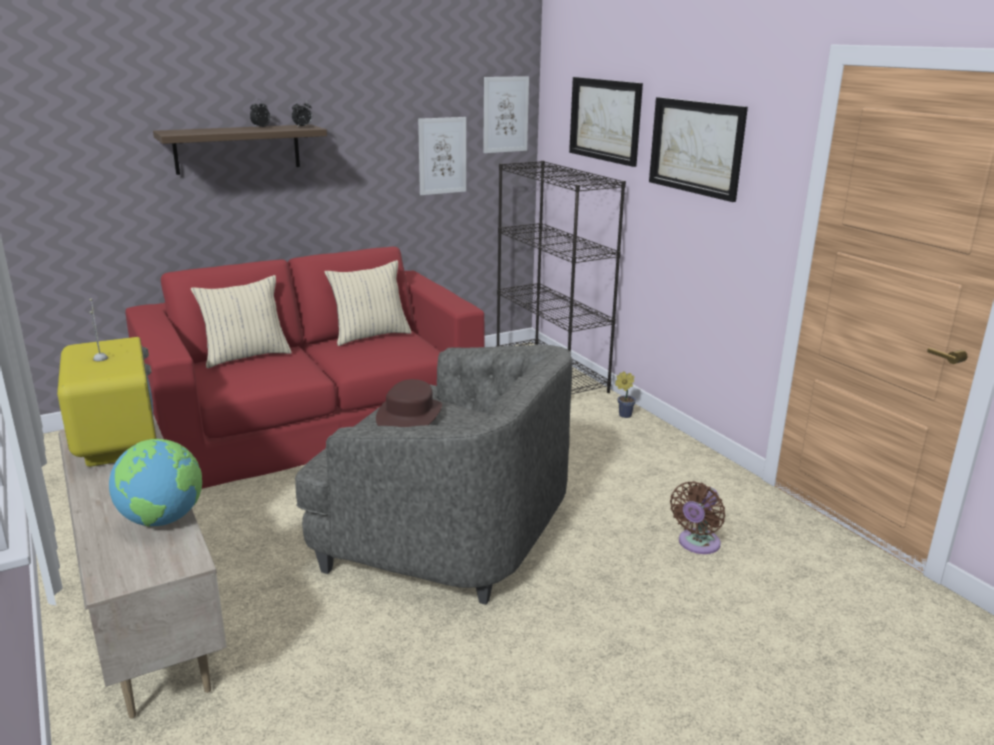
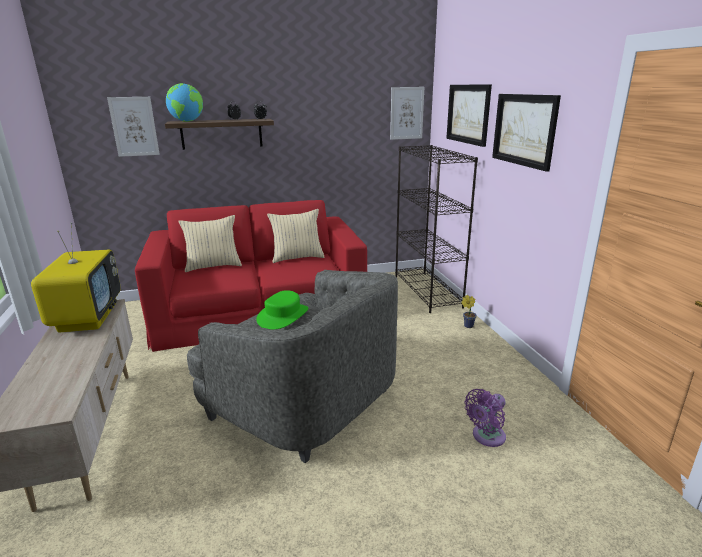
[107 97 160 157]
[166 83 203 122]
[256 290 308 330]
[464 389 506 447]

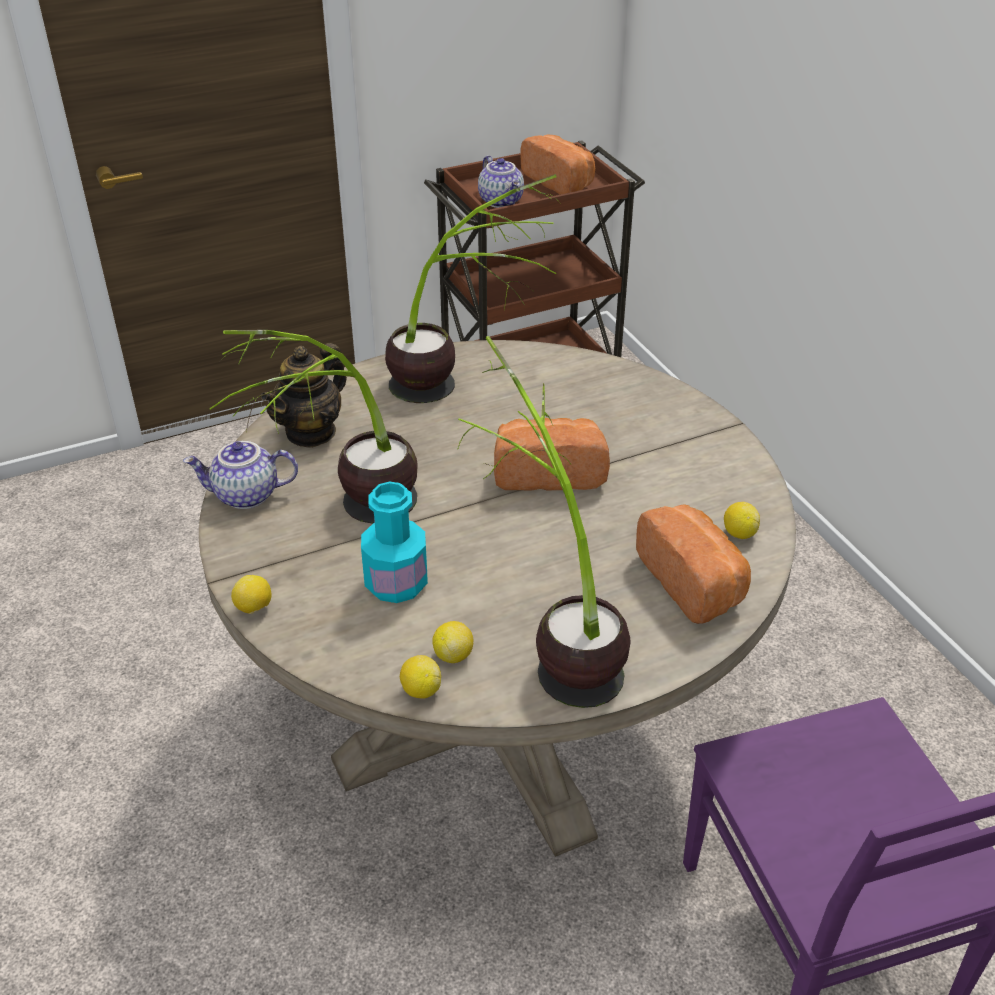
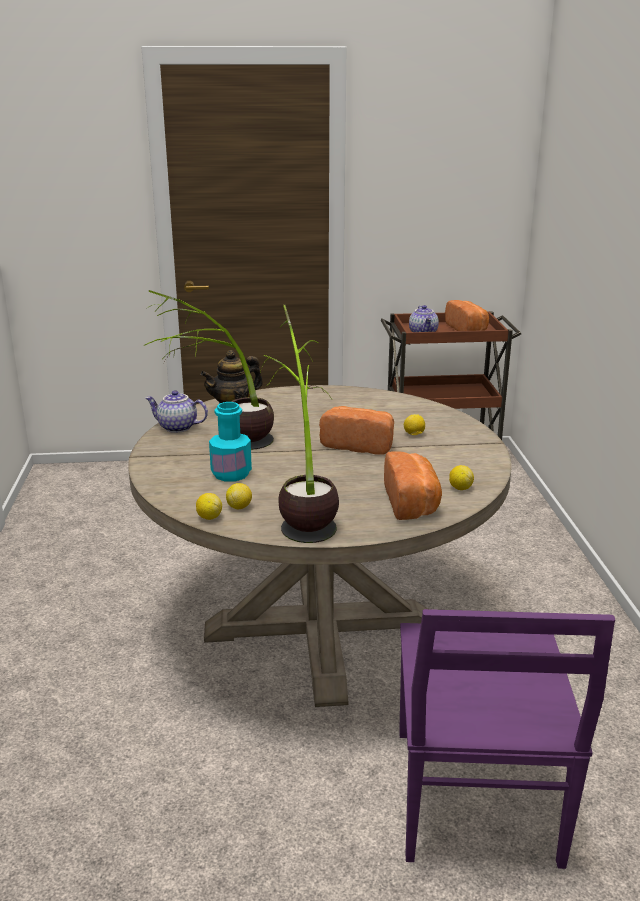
[404 414 425 435]
[385 174 561 403] (first image)

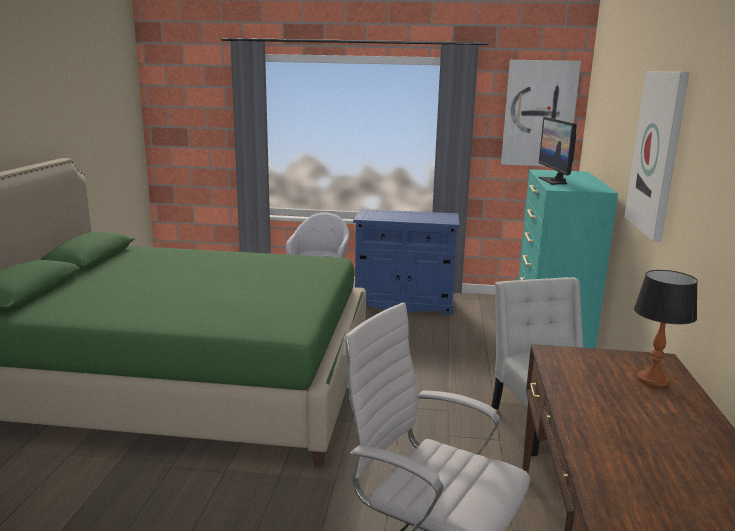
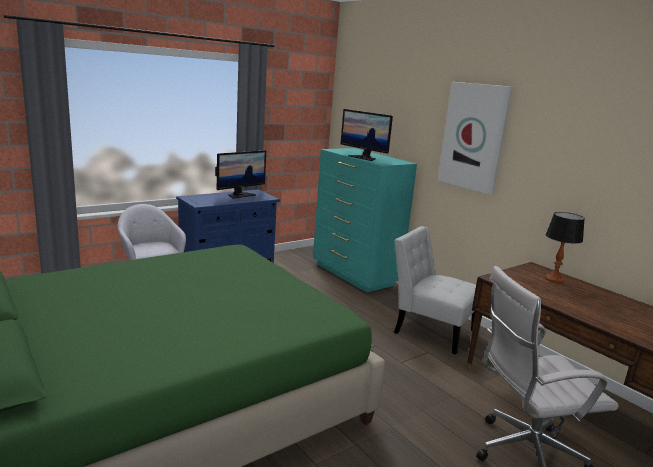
[215 150 266 199]
[501 60 581 166] (first image)

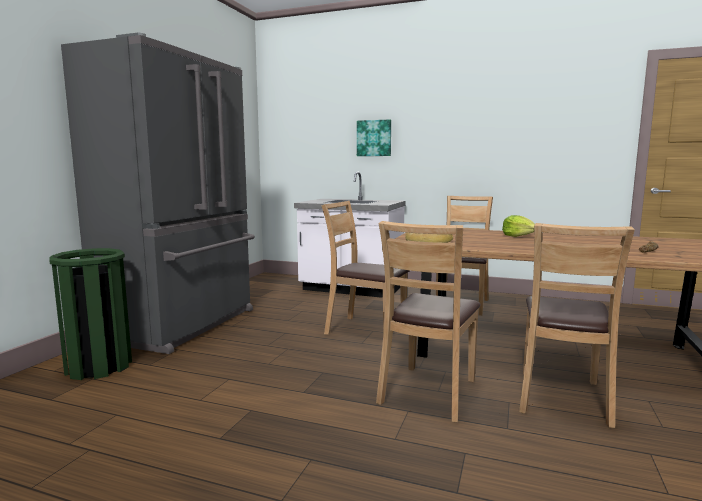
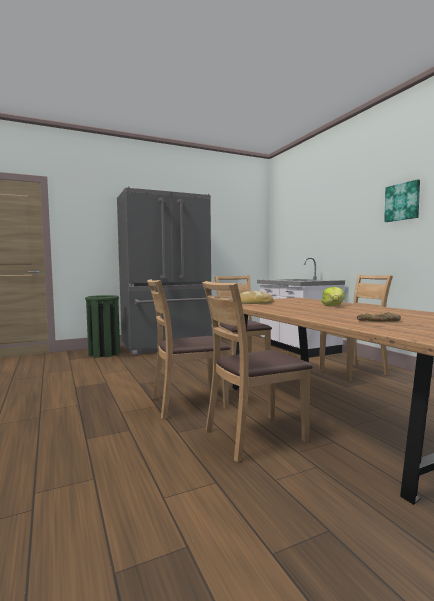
[384 179 420 222]

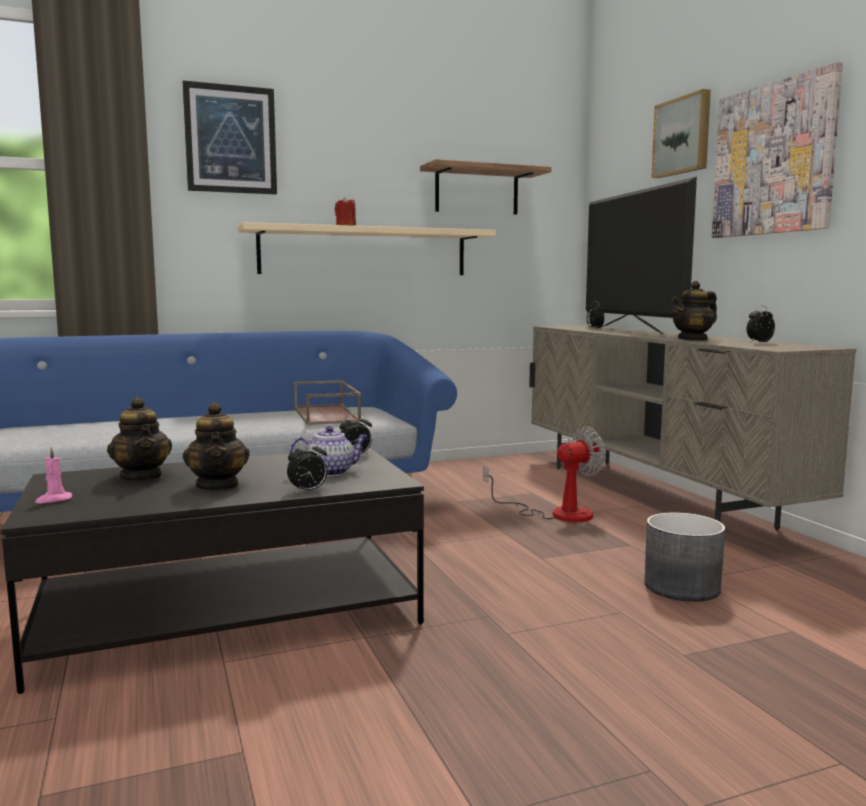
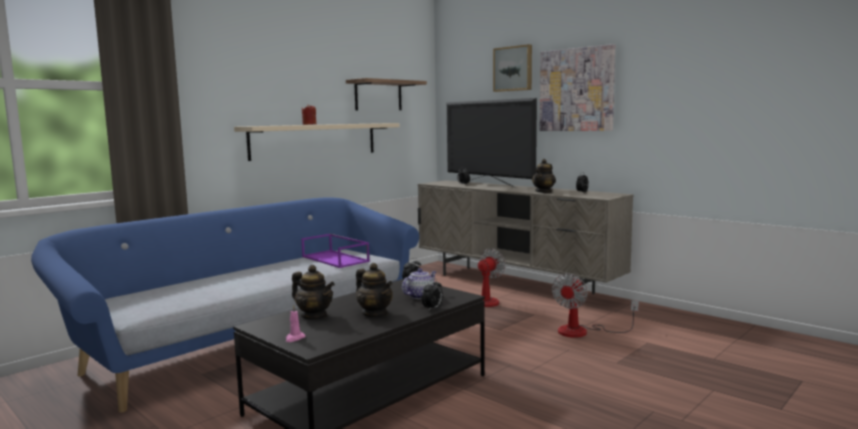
[301 234 370 268]
[552 273 639 338]
[182 80 277 195] (first image)

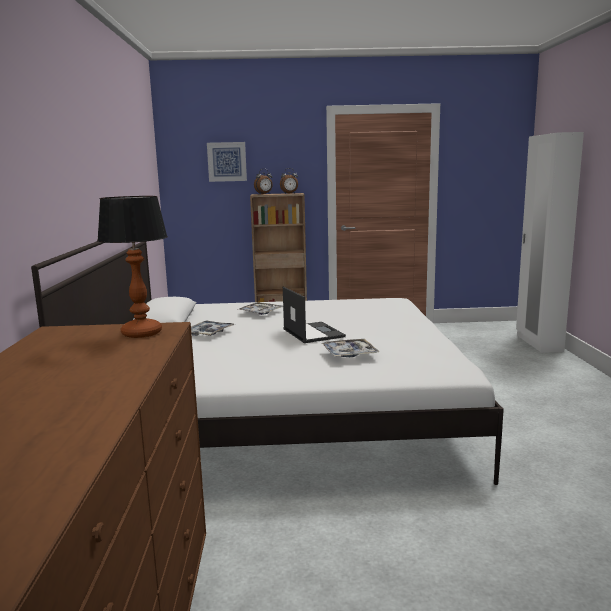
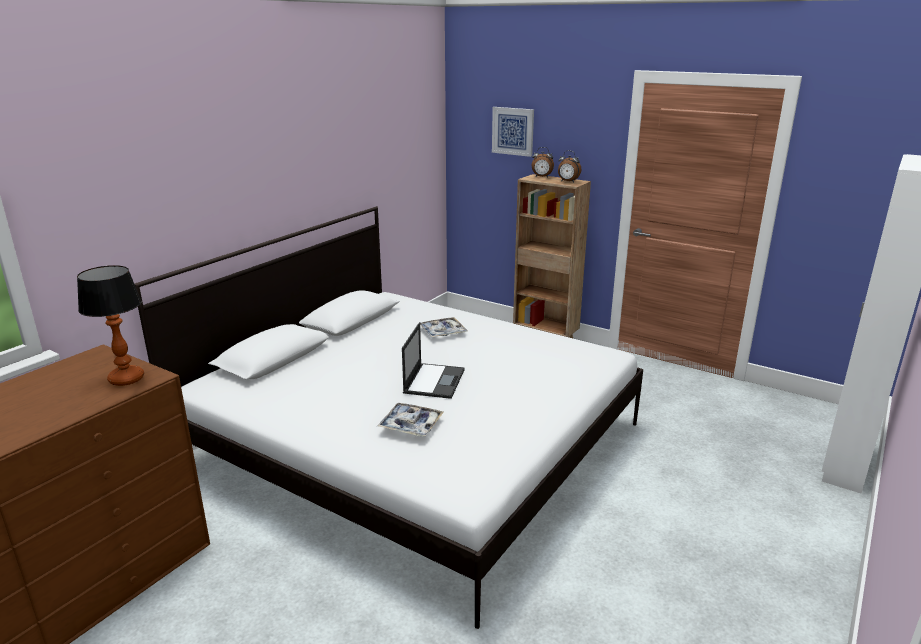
[191 320 235 336] (first image)

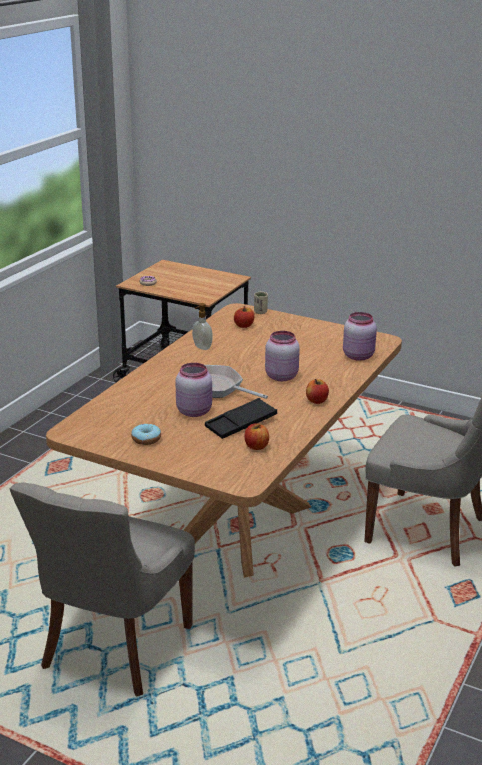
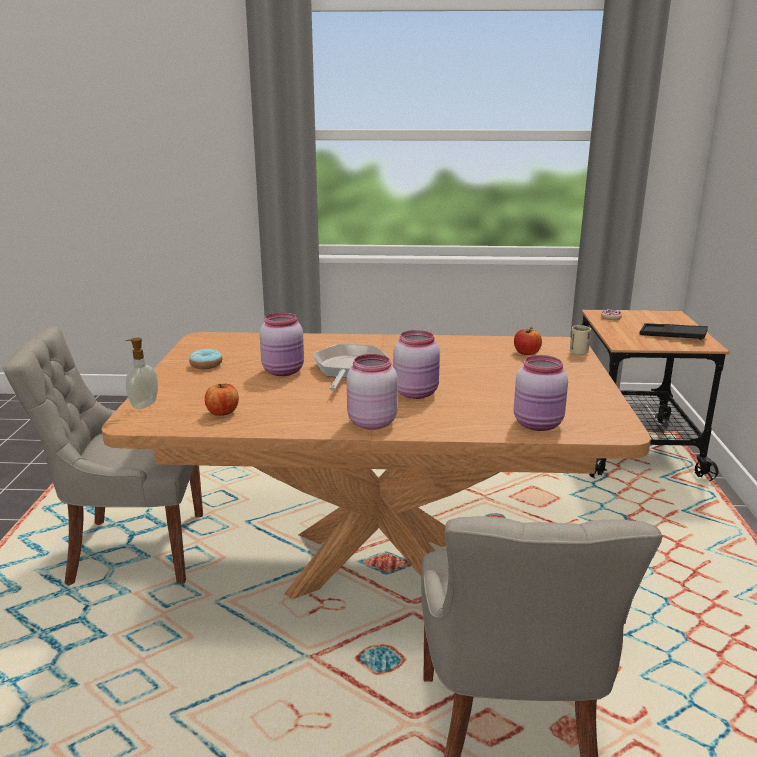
[126 338 158 409]
[347 354 398 430]
[640 323 708 340]

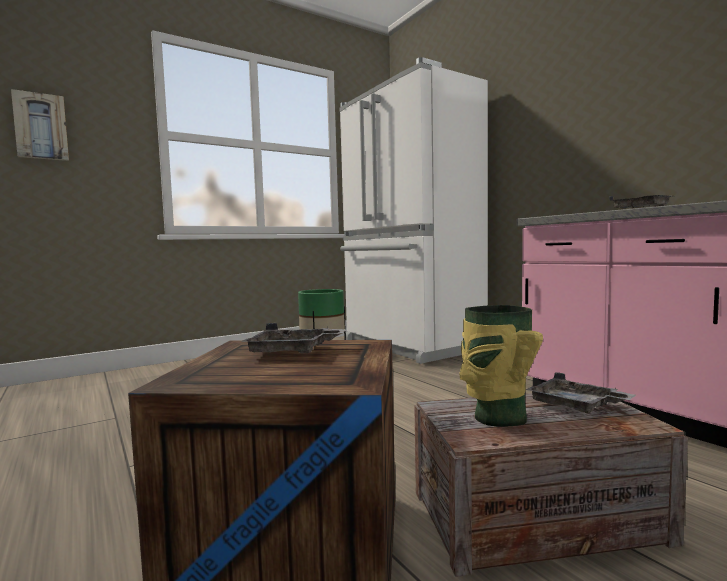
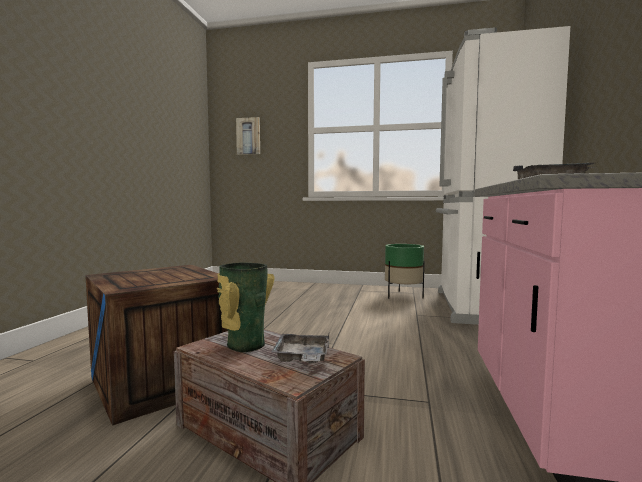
[241 323 346 354] (first image)

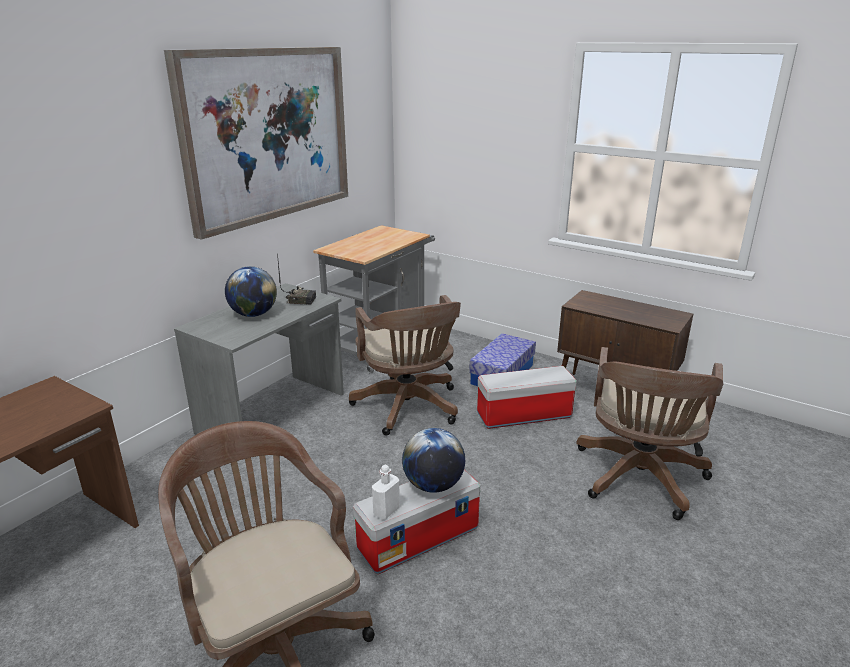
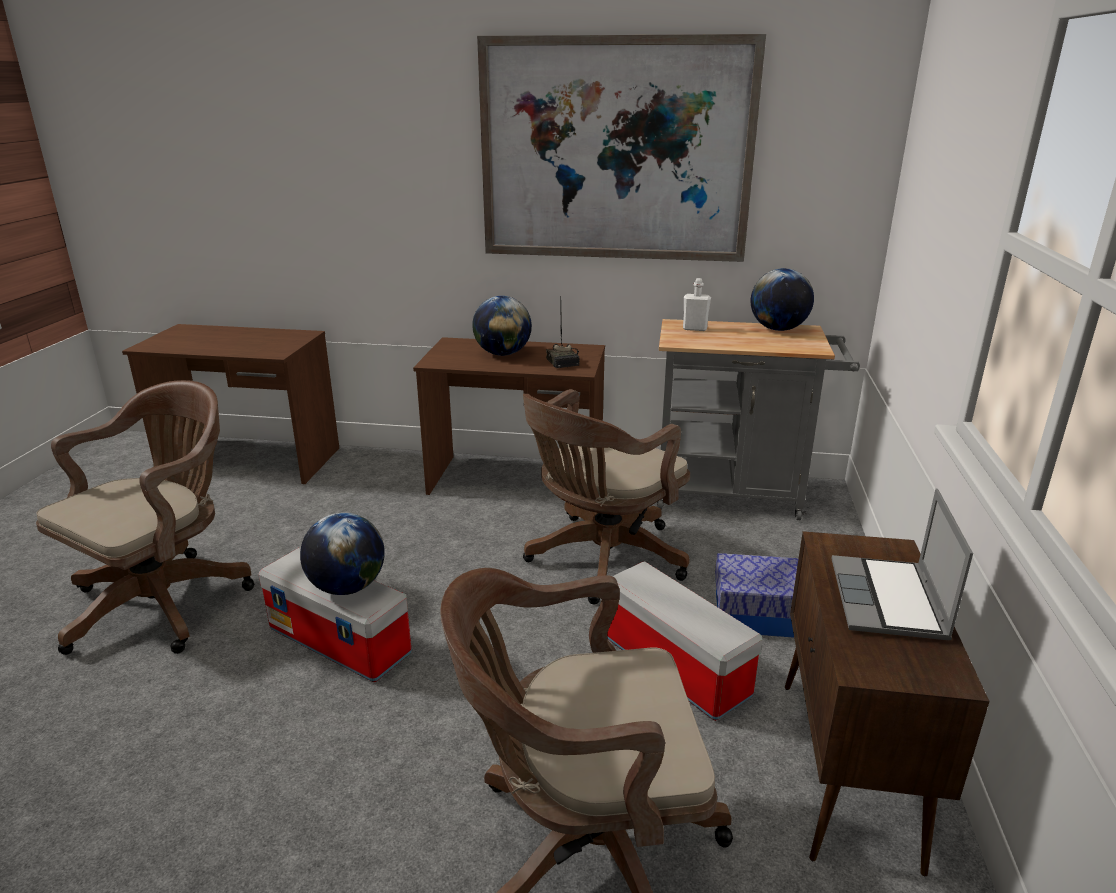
[413 337 605 495]
[683 278 711 331]
[751 268 814 331]
[831 488 973 640]

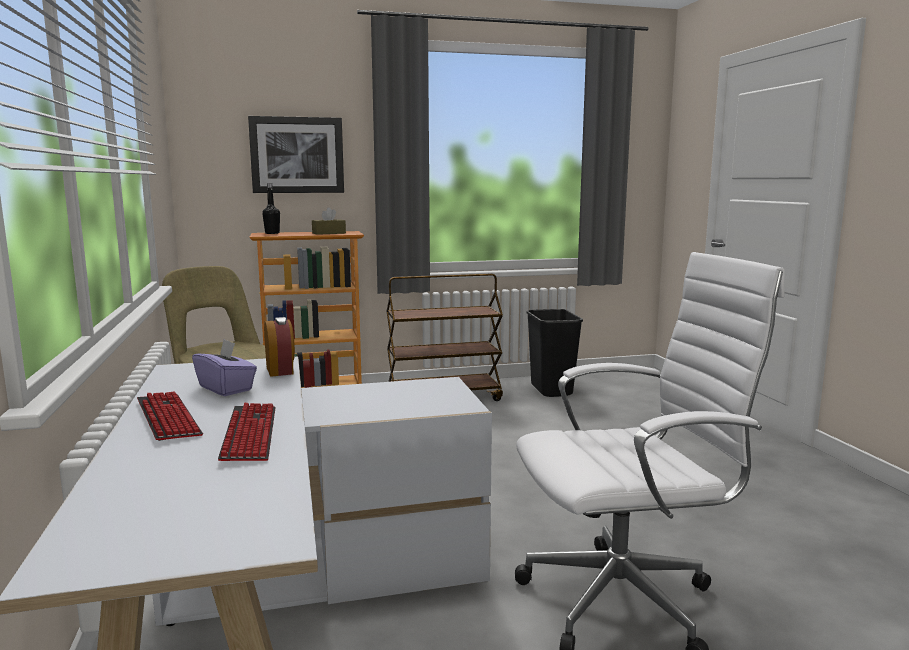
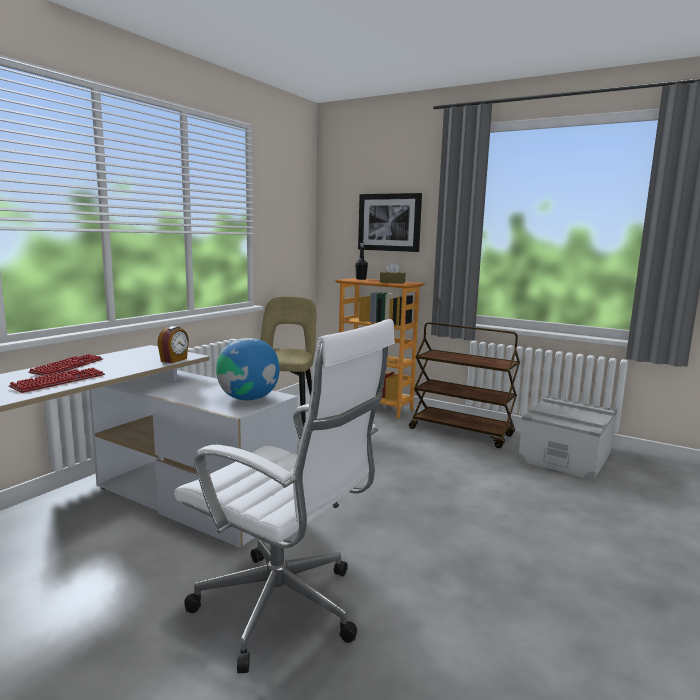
[216 338 280 401]
[518 396 617 481]
[192 339 257 396] (first image)

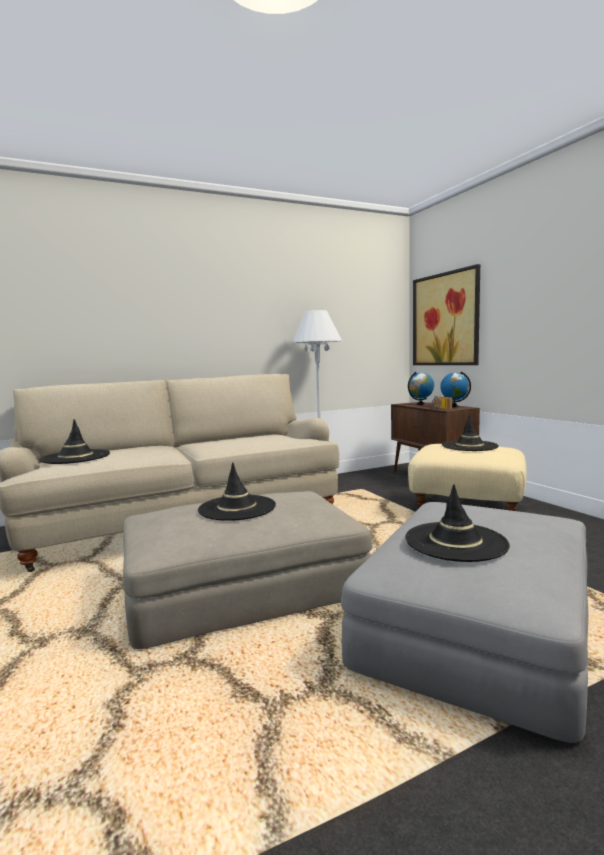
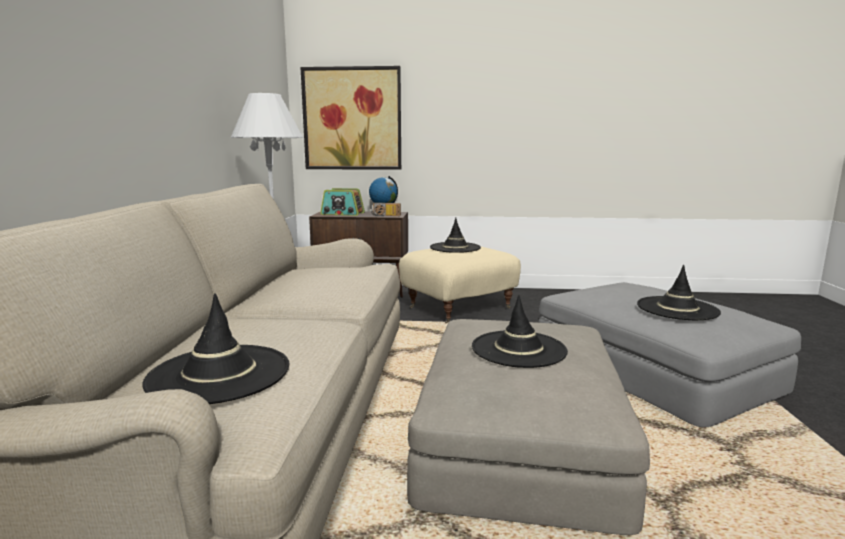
[320 188 365 216]

